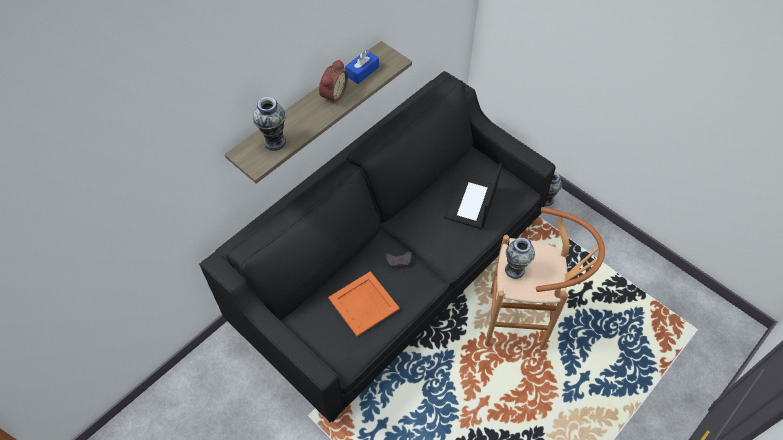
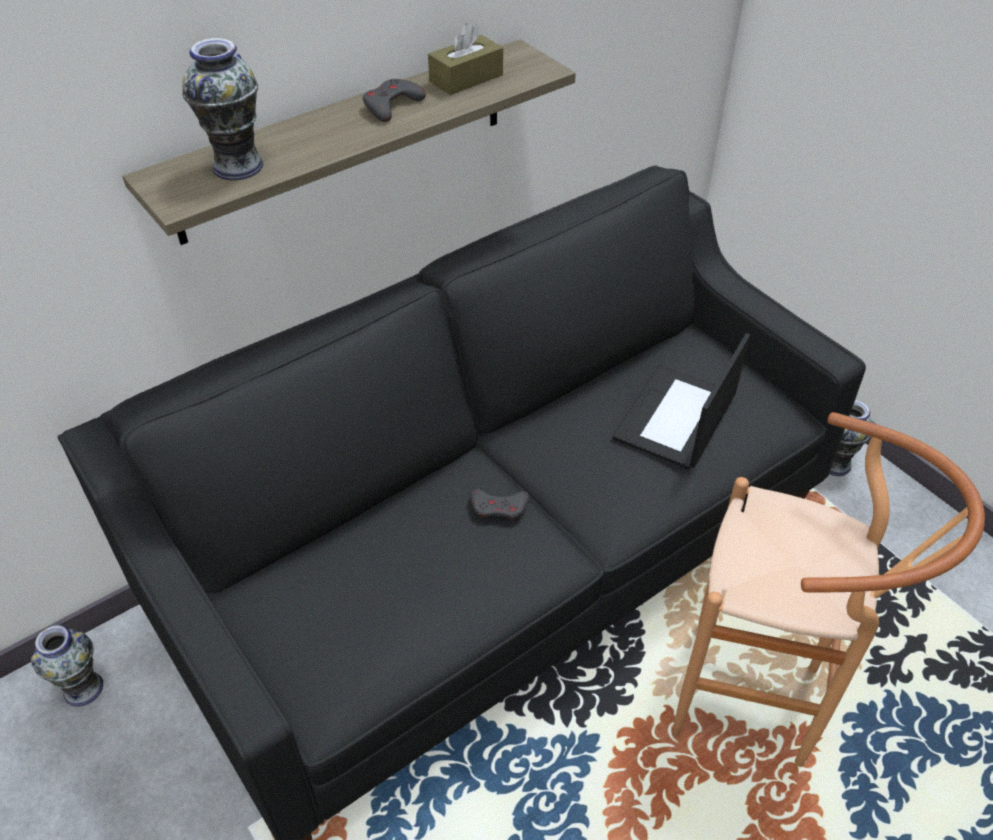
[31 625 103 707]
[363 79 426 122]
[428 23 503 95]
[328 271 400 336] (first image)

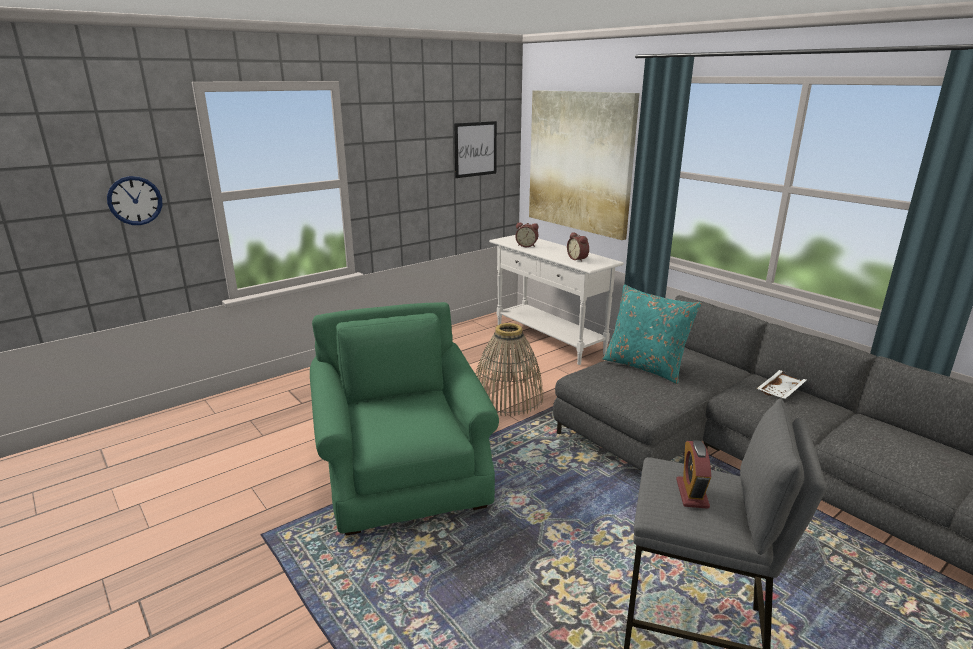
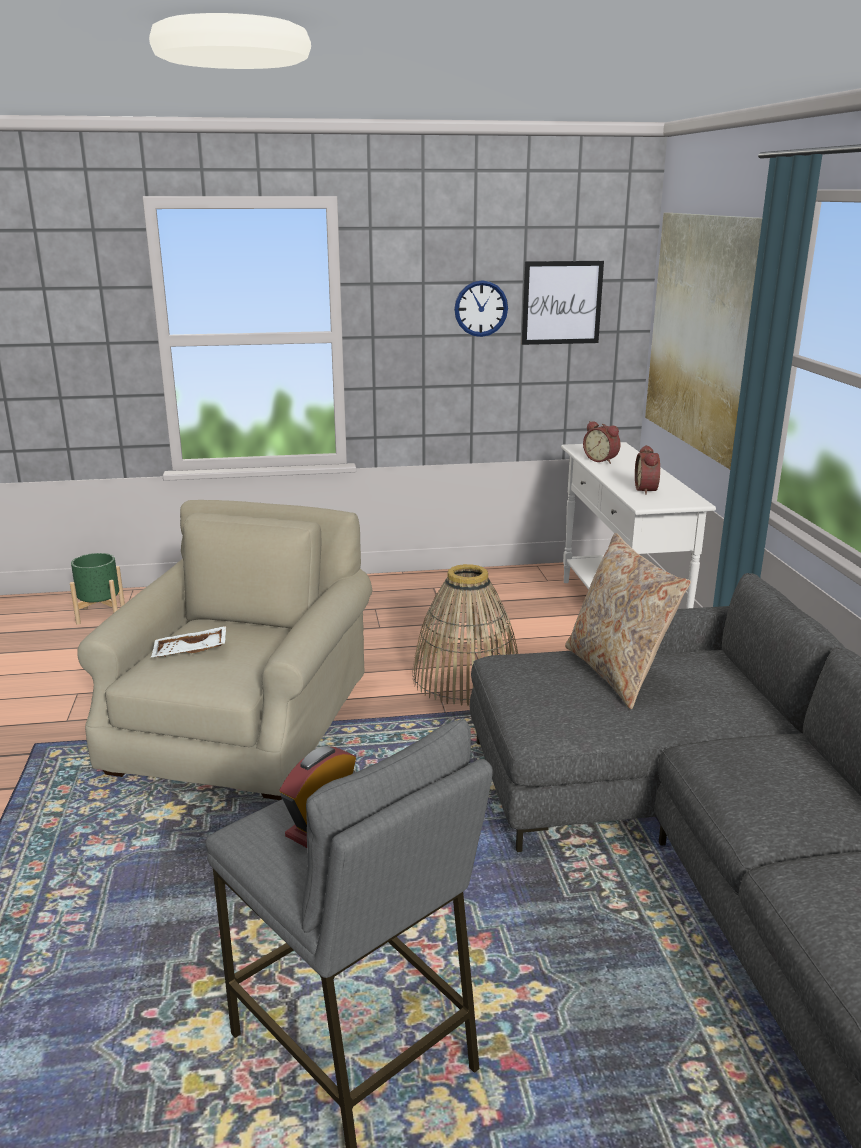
[70 553 125 625]
[77 500 372 800]
[151 626 226 657]
[454 280 508 337]
[565 533 691 709]

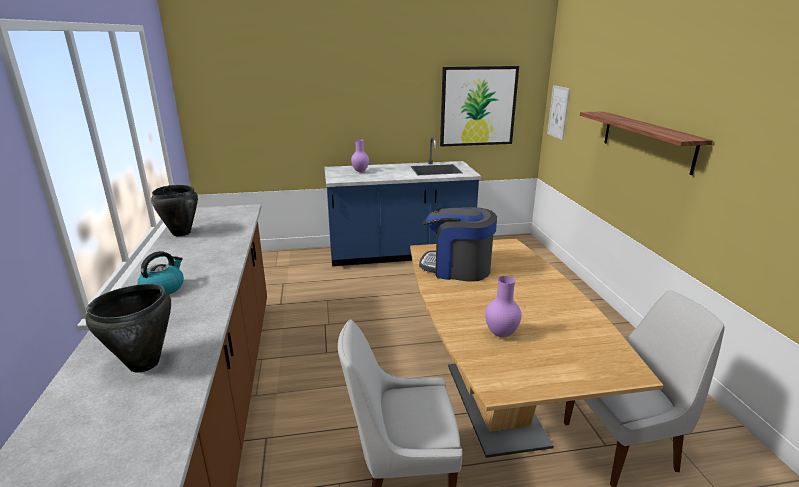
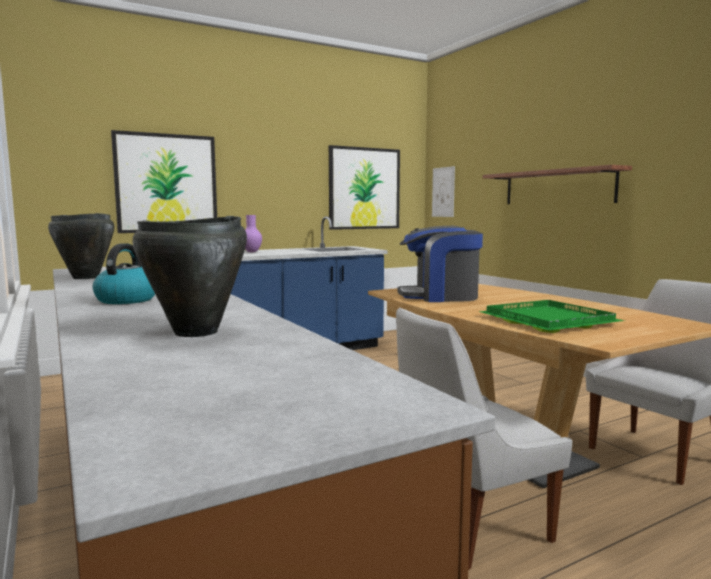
[111 130 217 233]
[479 300 625 333]

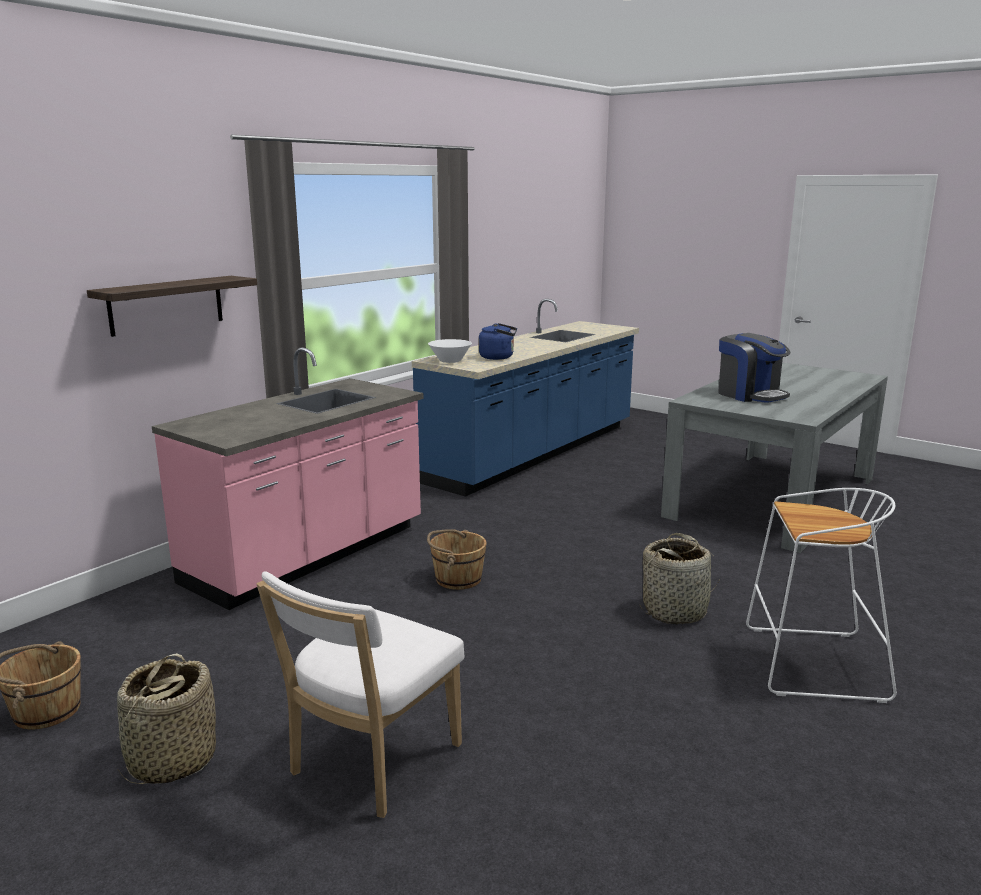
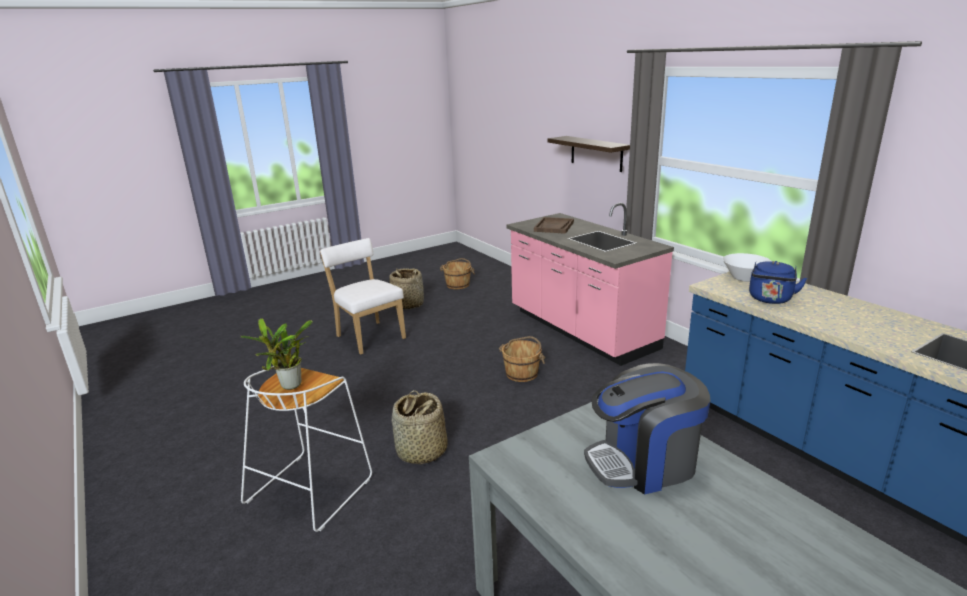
[241 318 313 390]
[534 217 574 234]

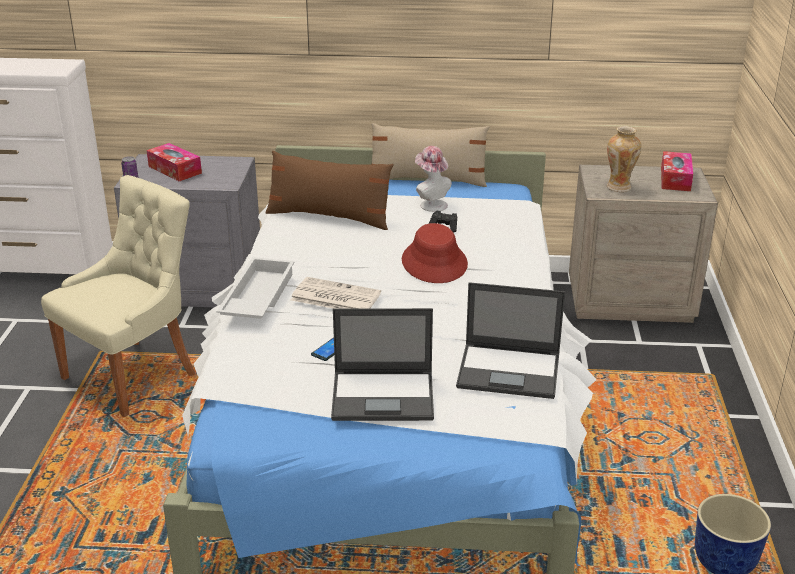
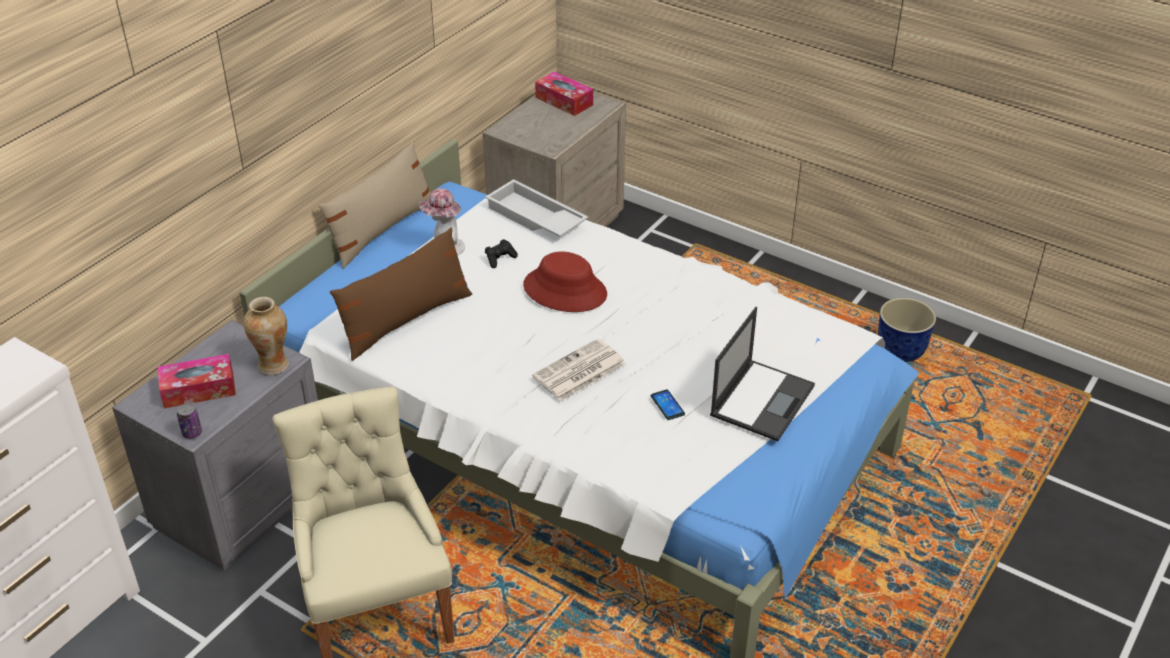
[243 297 289 375]
[485 179 588 237]
[456 282 565 399] (first image)

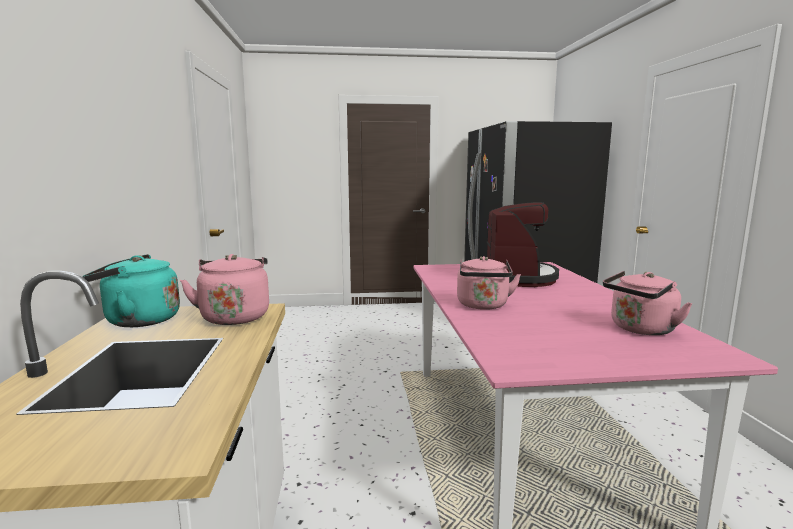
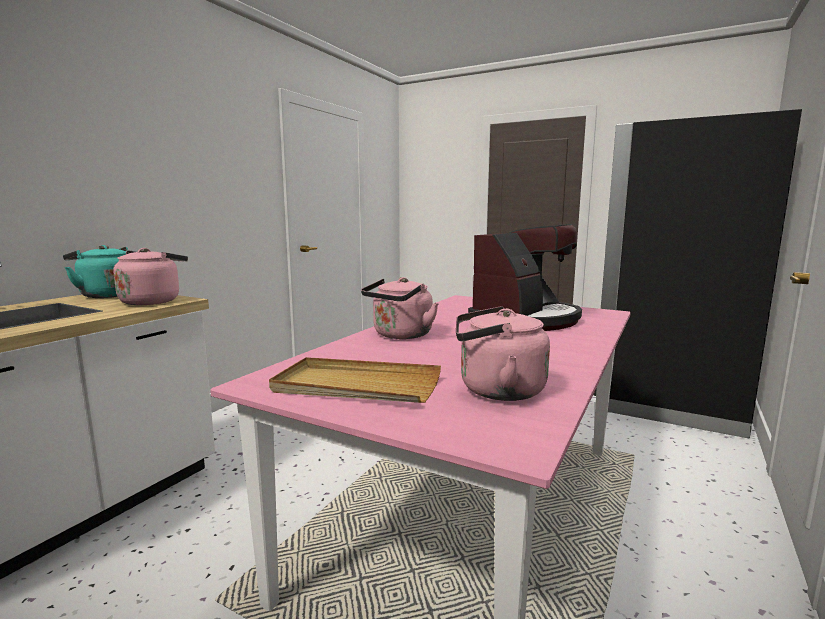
[269 357 441 403]

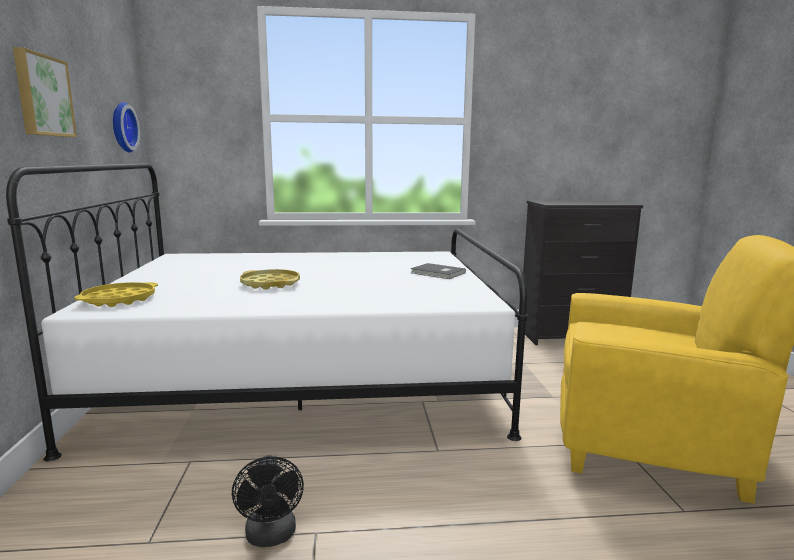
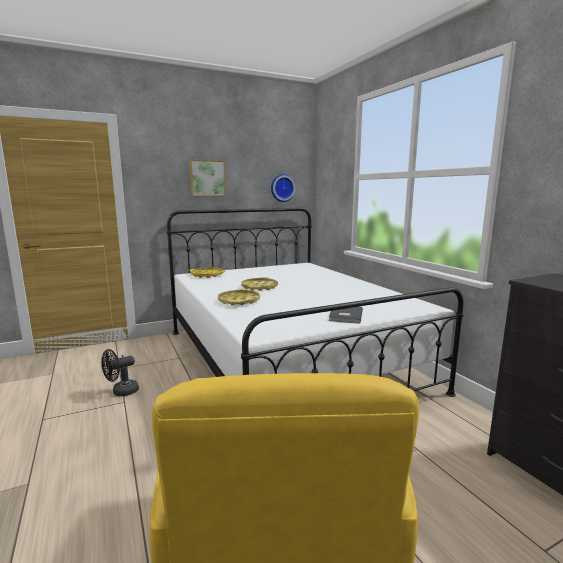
[218 289 260 305]

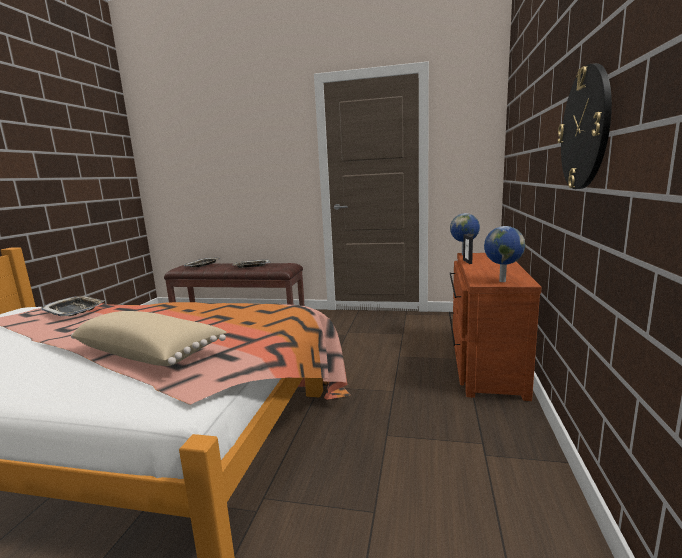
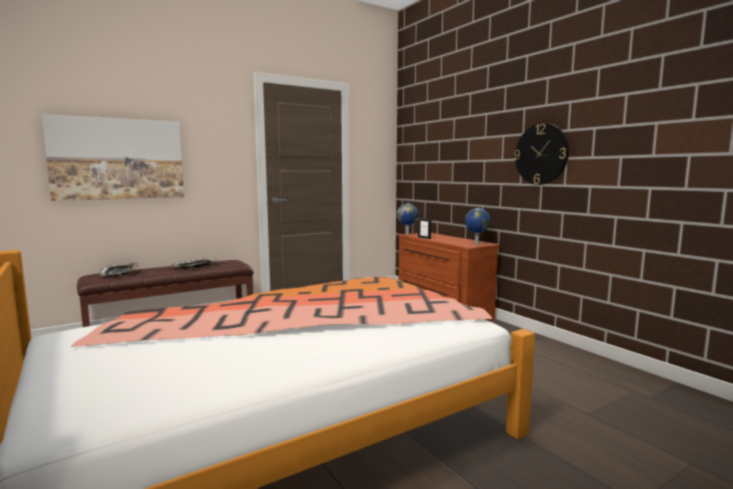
[42 114 184 201]
[41 296 104 316] (first image)
[71 311 226 366] (first image)

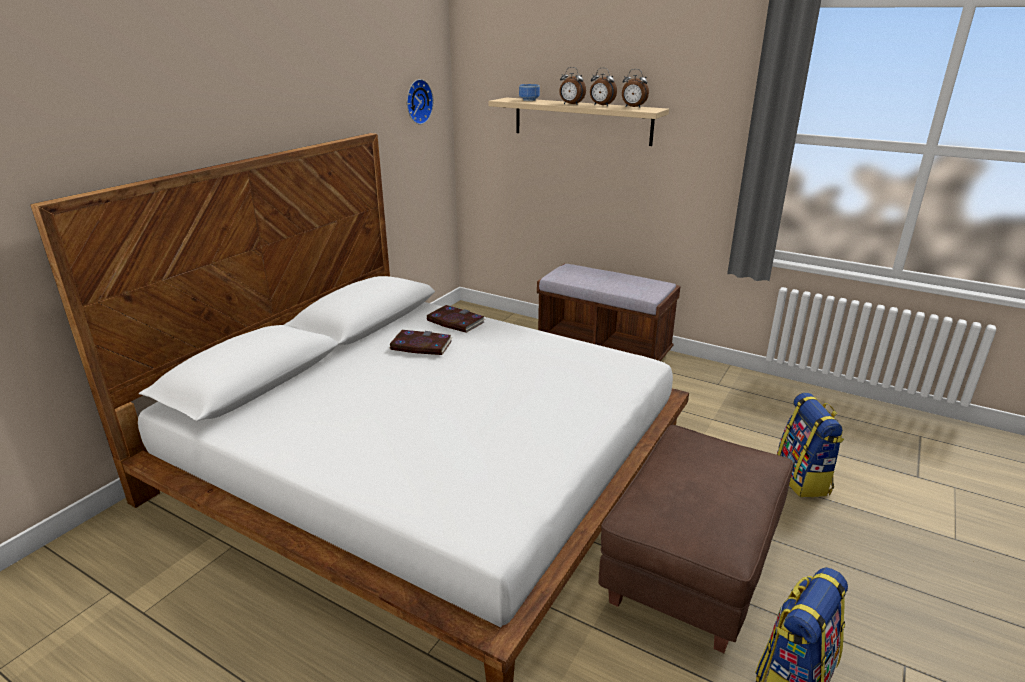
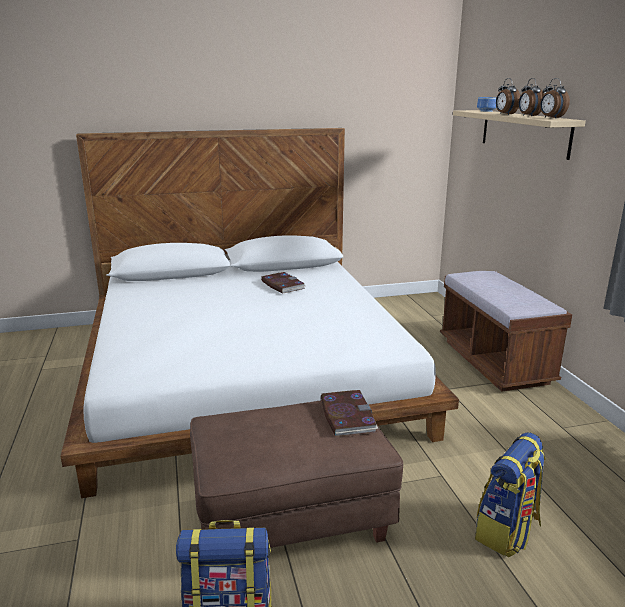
[321 390 379 437]
[407 79 434 125] (first image)

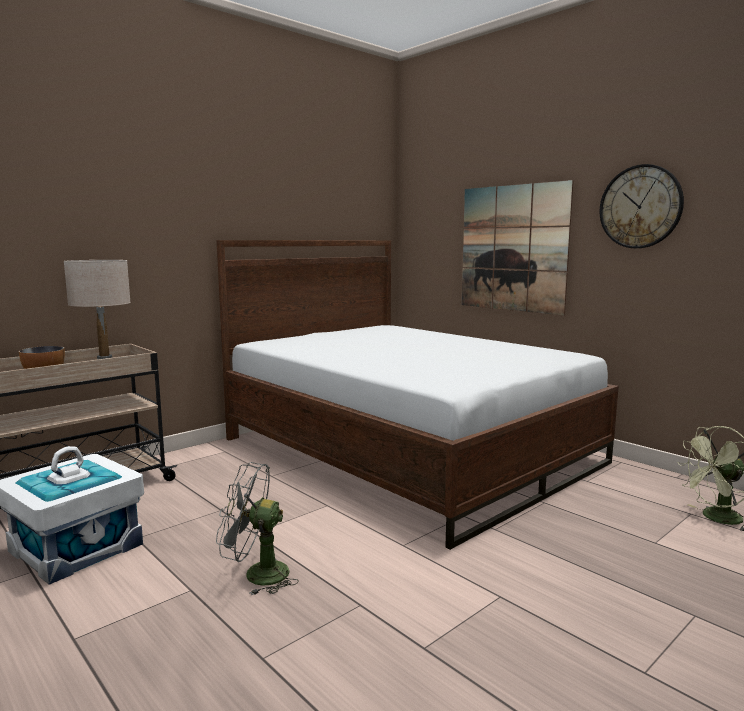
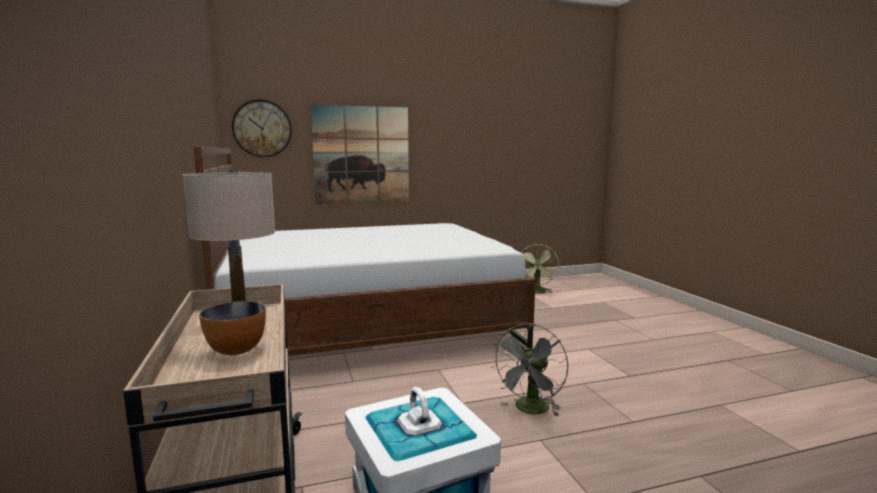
[232 99 292 157]

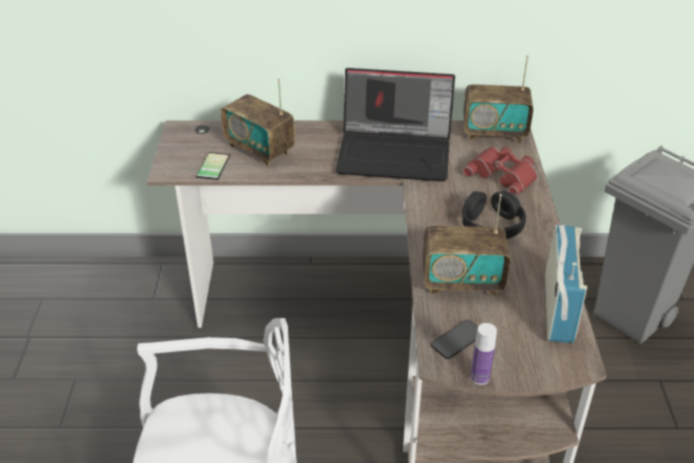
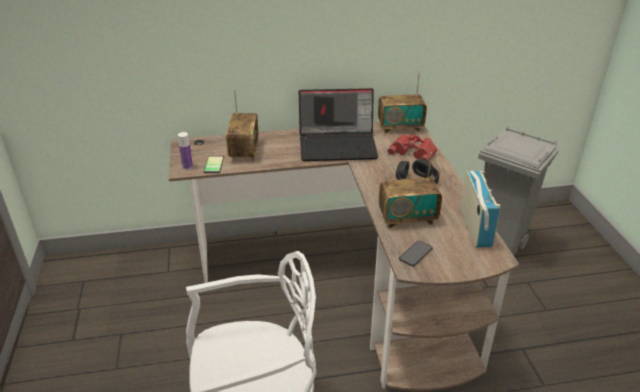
[178 132 193 170]
[226 90 259 161]

